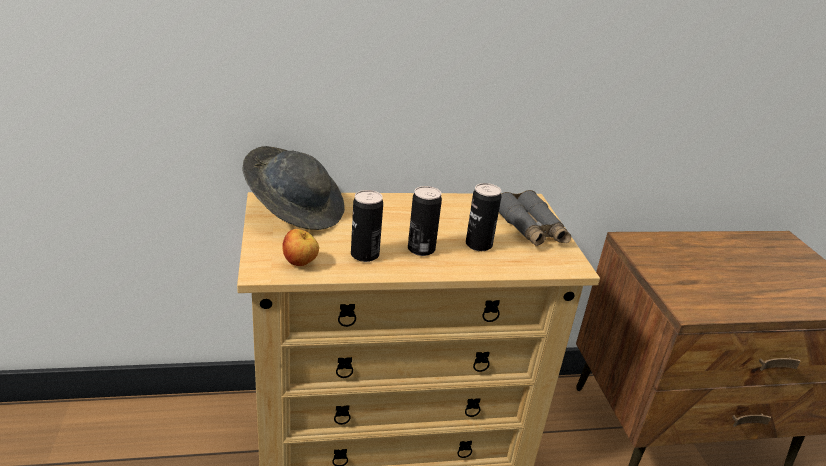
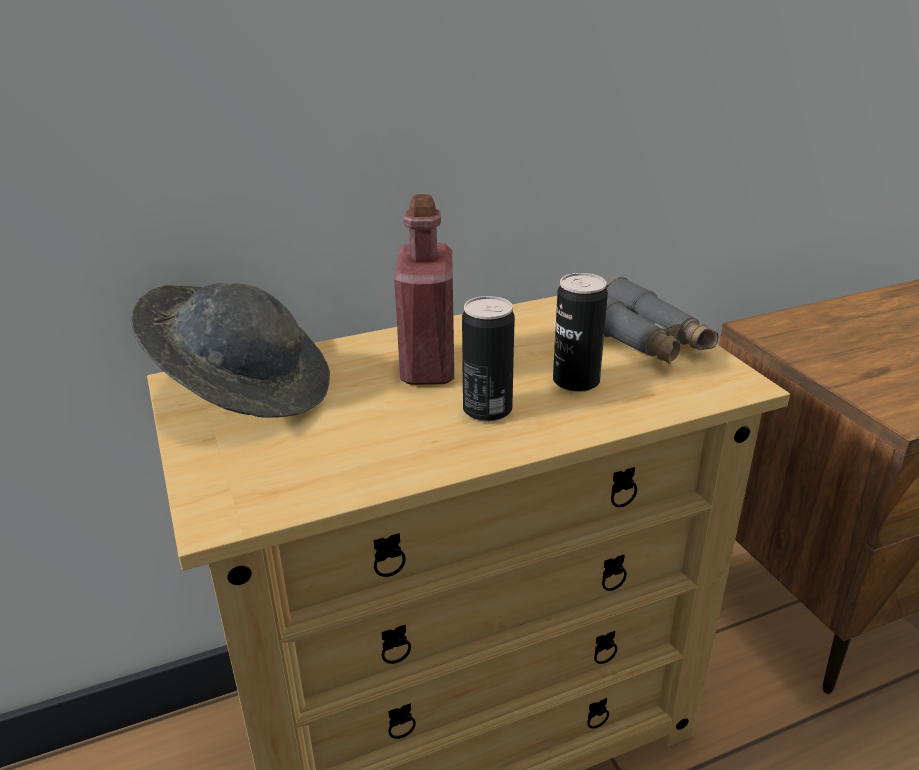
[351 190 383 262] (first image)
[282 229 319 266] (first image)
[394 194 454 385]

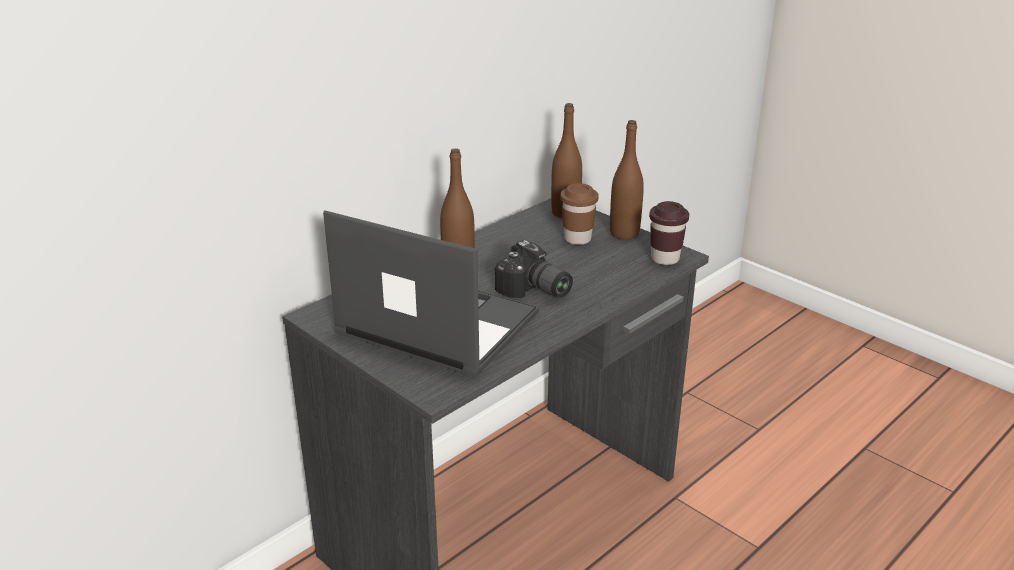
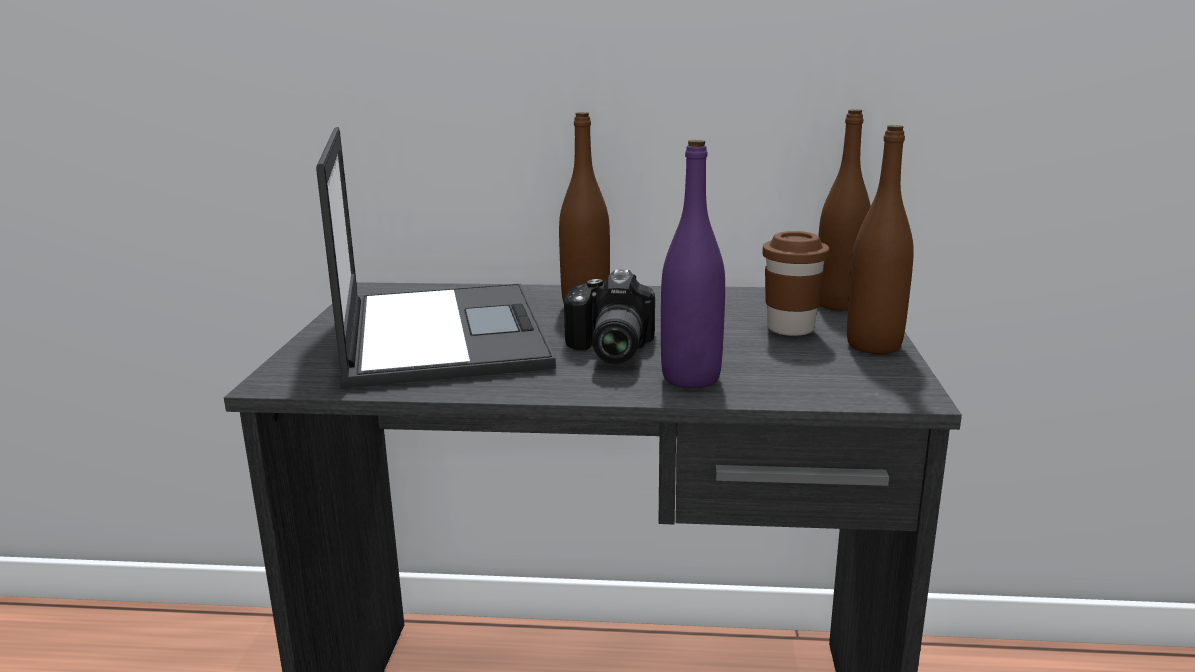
[649 201 689 265] (first image)
[661 140 725 388]

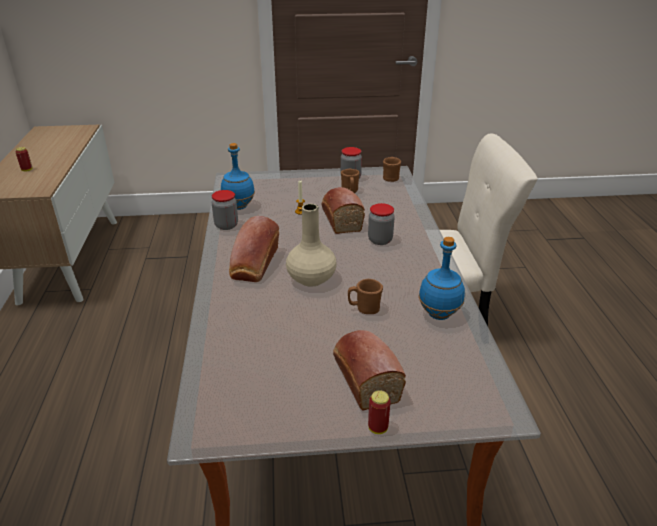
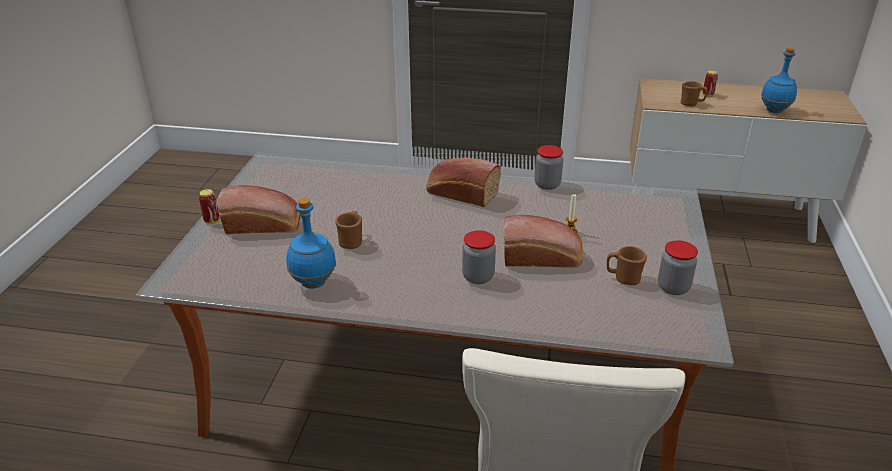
[761 48 797 113]
[681 81 708 106]
[286 204 337 287] (first image)

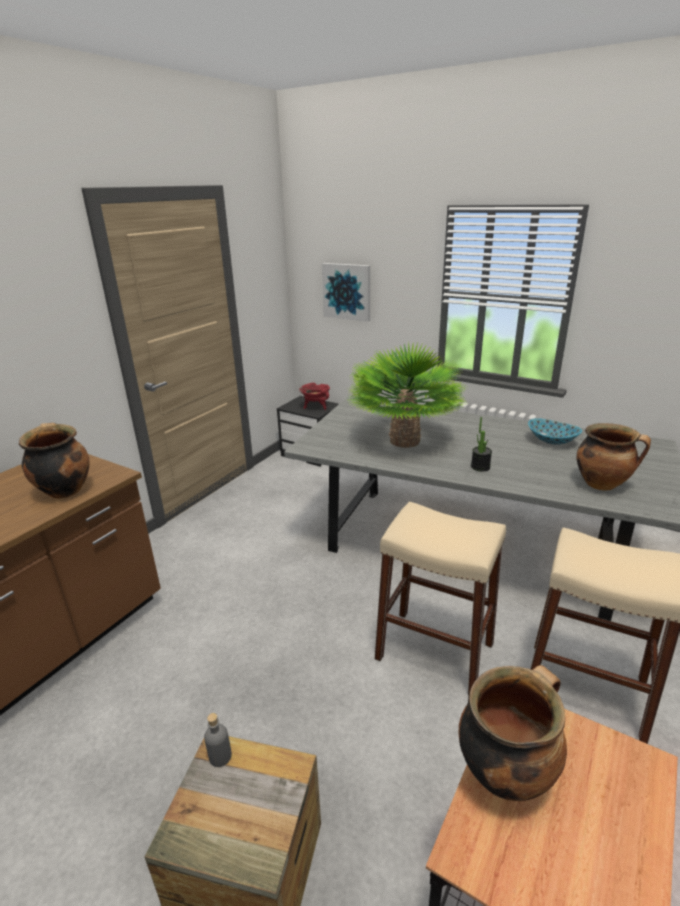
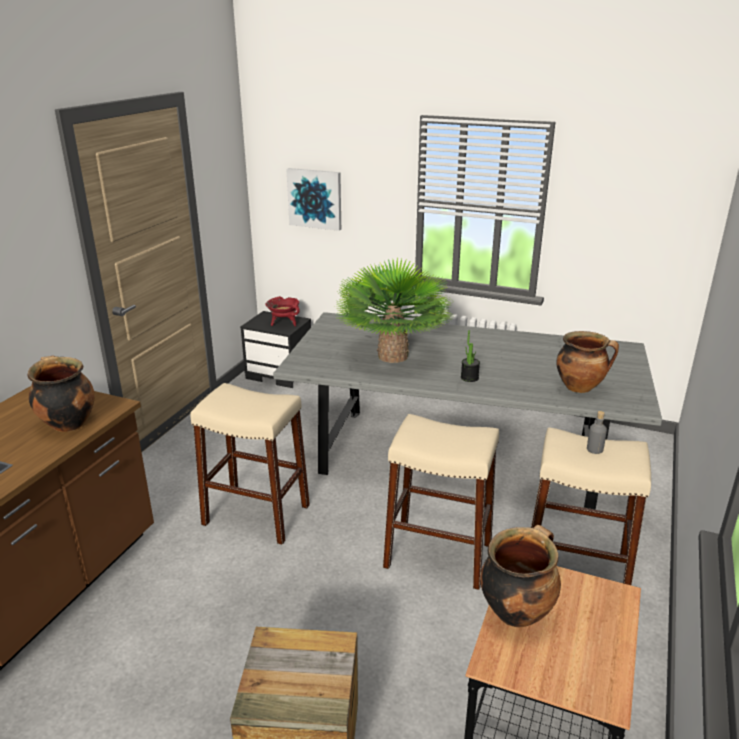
[528 418 582 445] (first image)
[587 411 607 454]
[190 383 310 545]

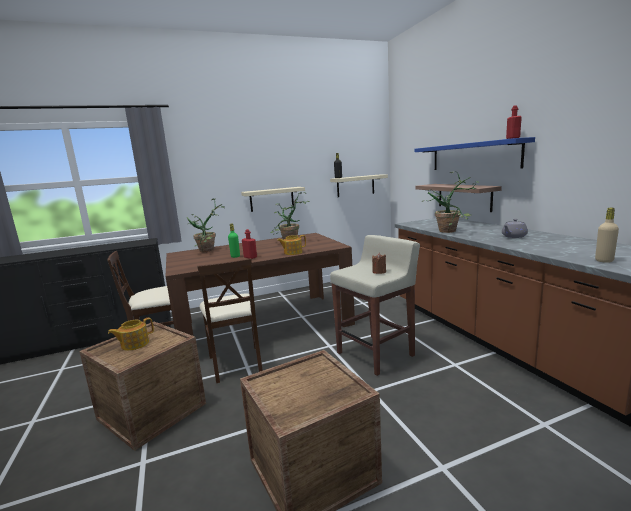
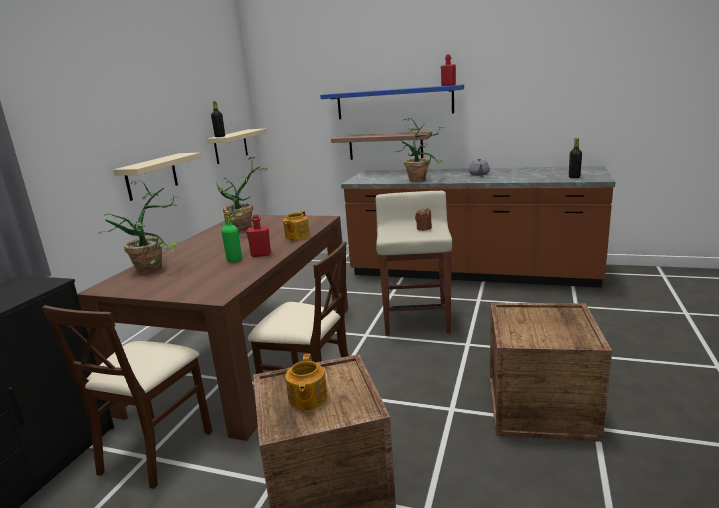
[569 138 582 178]

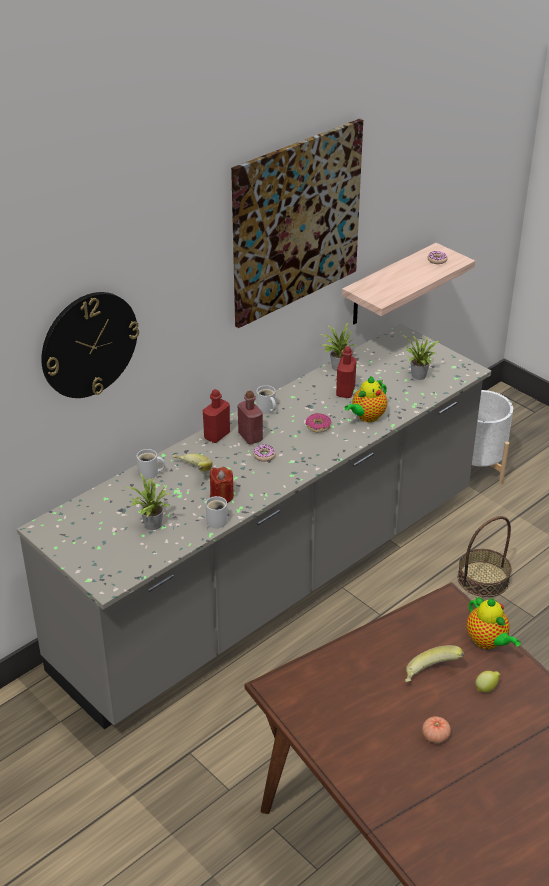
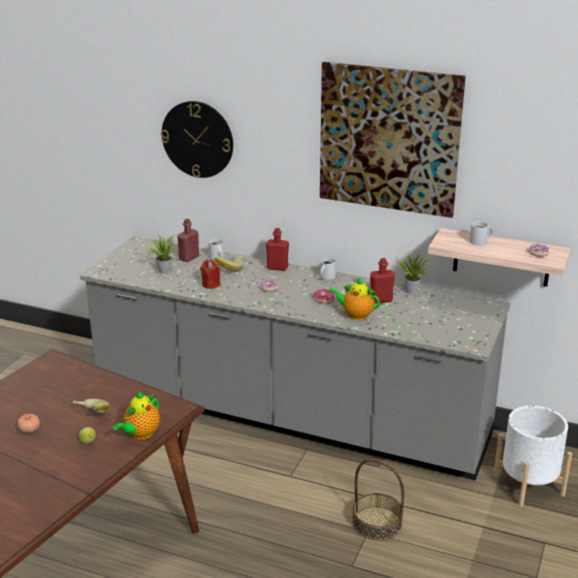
[402 335 439 380] (first image)
[177 219 199 262]
[469 221 493 246]

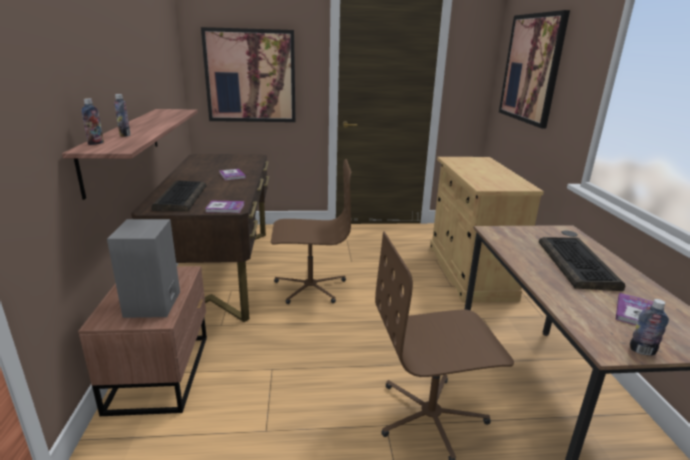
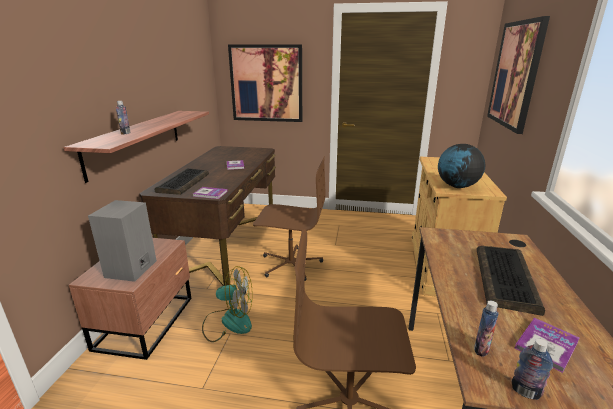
[474 301 499 357]
[438 144 485 188]
[202 266 253 342]

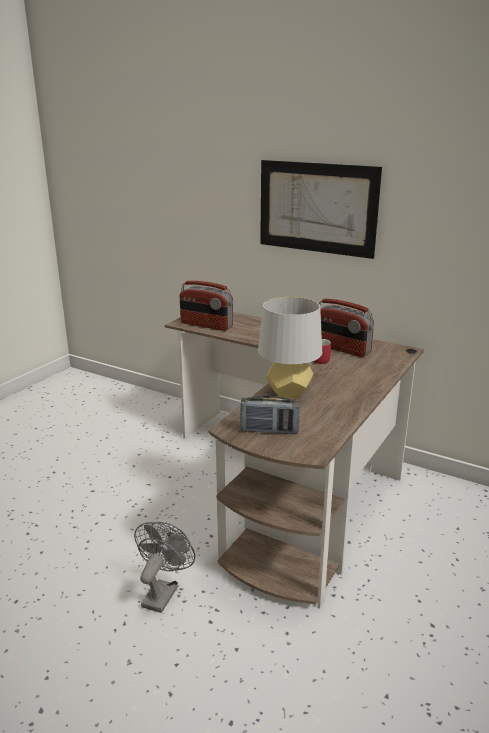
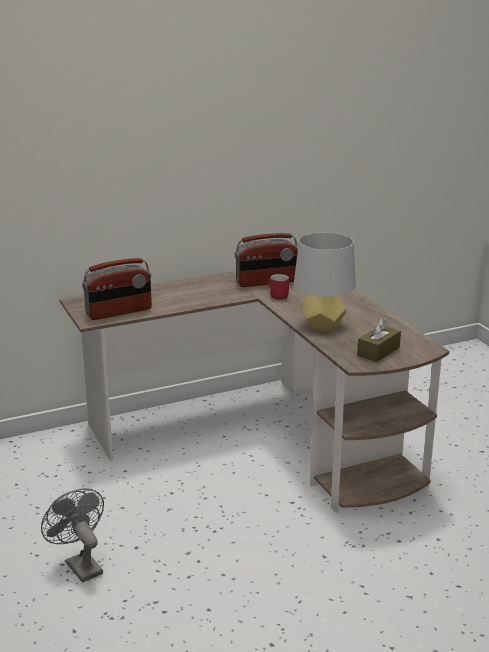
[260 160 382 259] (first image)
[357 318 401 362]
[41 488 104 583]

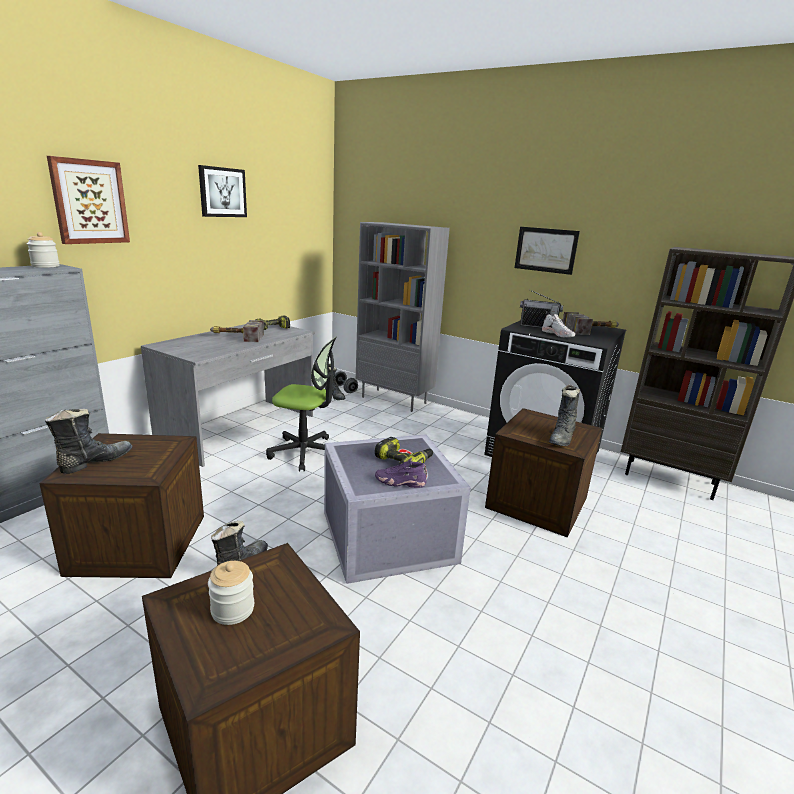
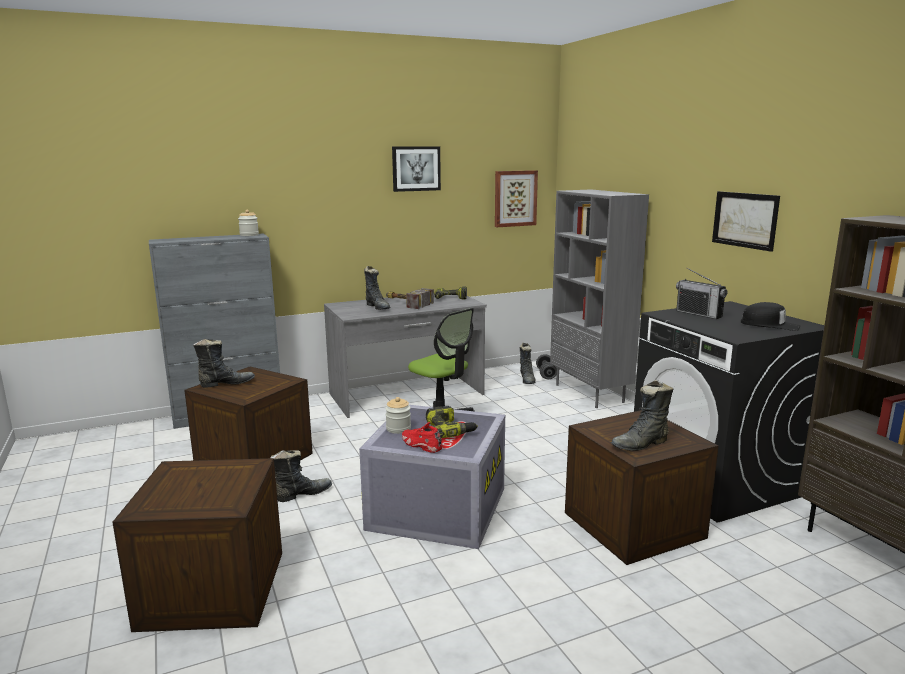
[495 170 538 227]
[741 302 800 331]
[542 314 575 337] (first image)
[402 422 442 453]
[385 397 411 434]
[364 266 391 310]

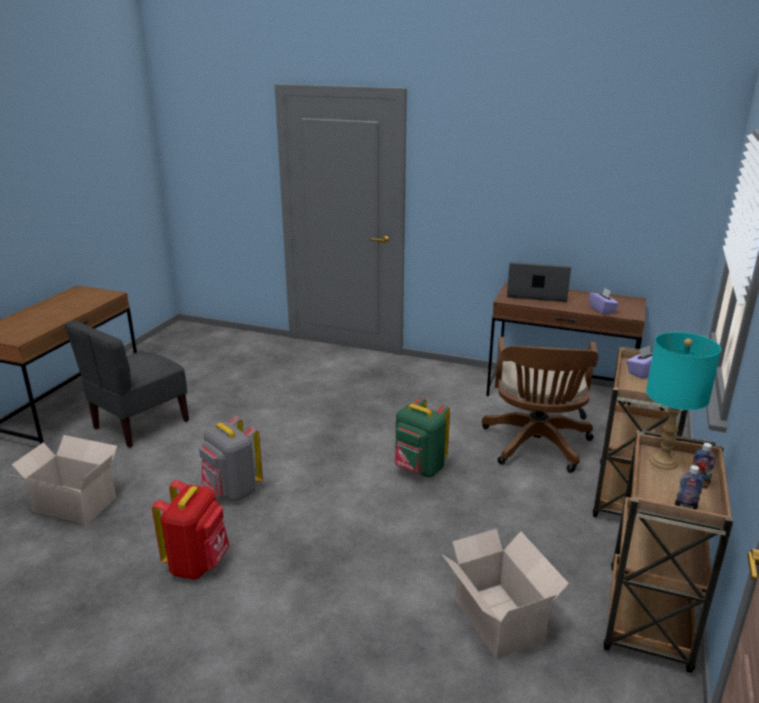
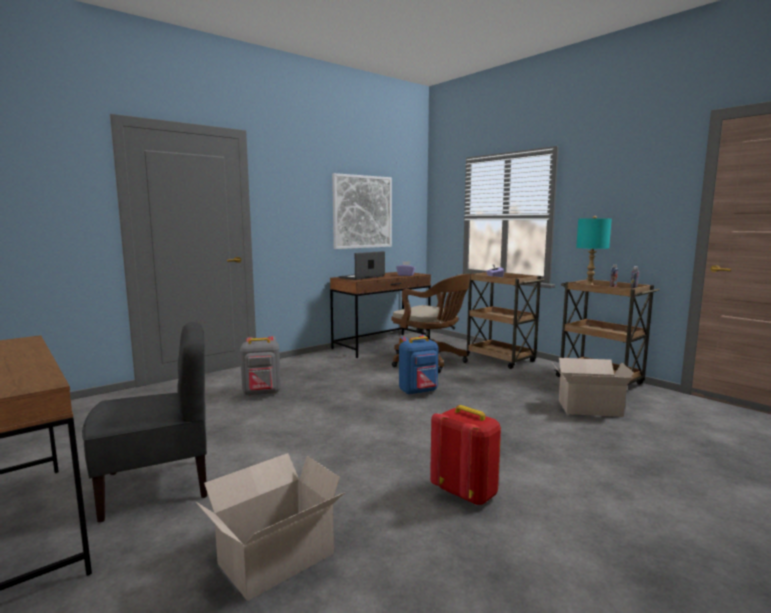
[82 322 207 523]
[399 335 438 395]
[240 336 281 396]
[332 173 392 249]

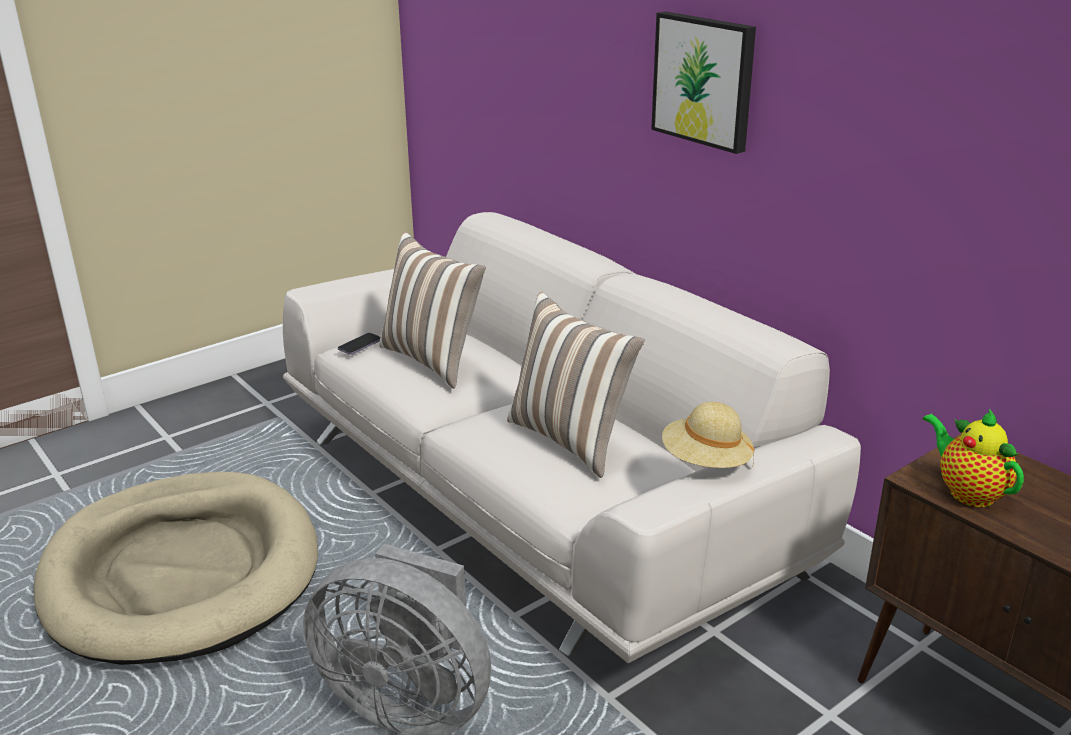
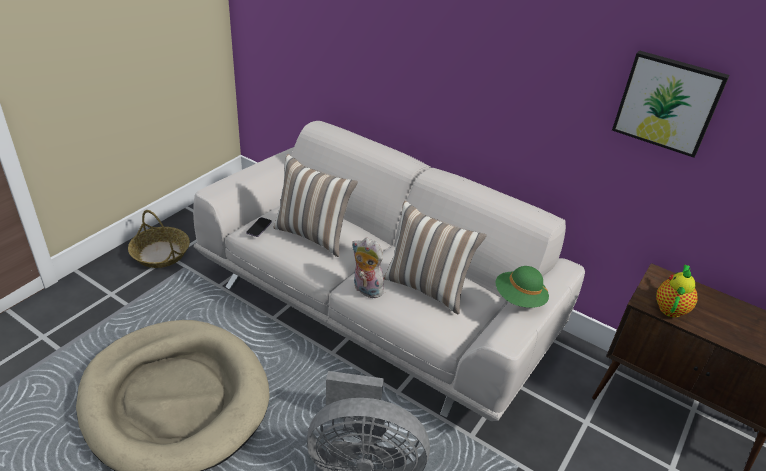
[612 50 730 158]
[495 266 549 308]
[656 265 698 318]
[128 210 190 268]
[352 238 384 298]

